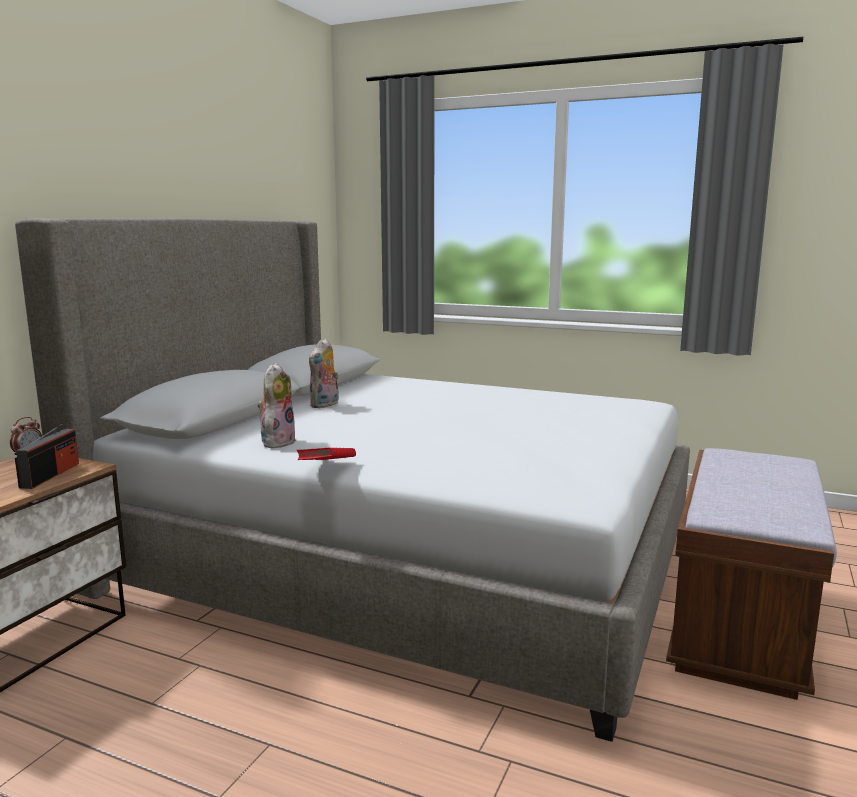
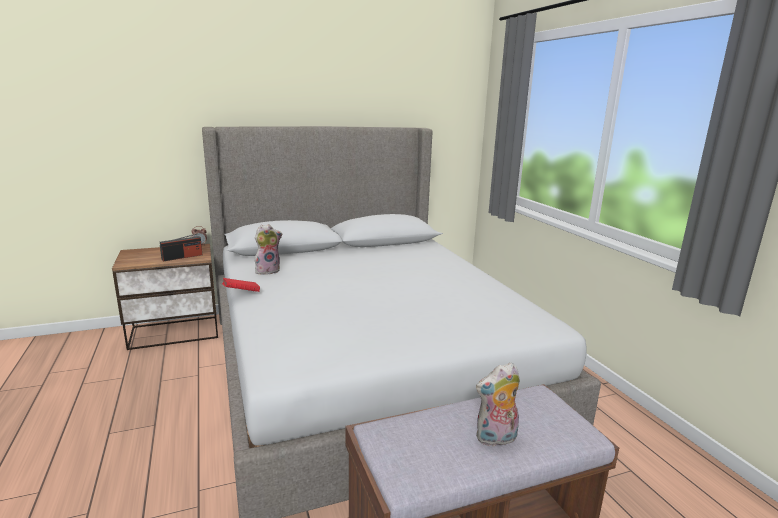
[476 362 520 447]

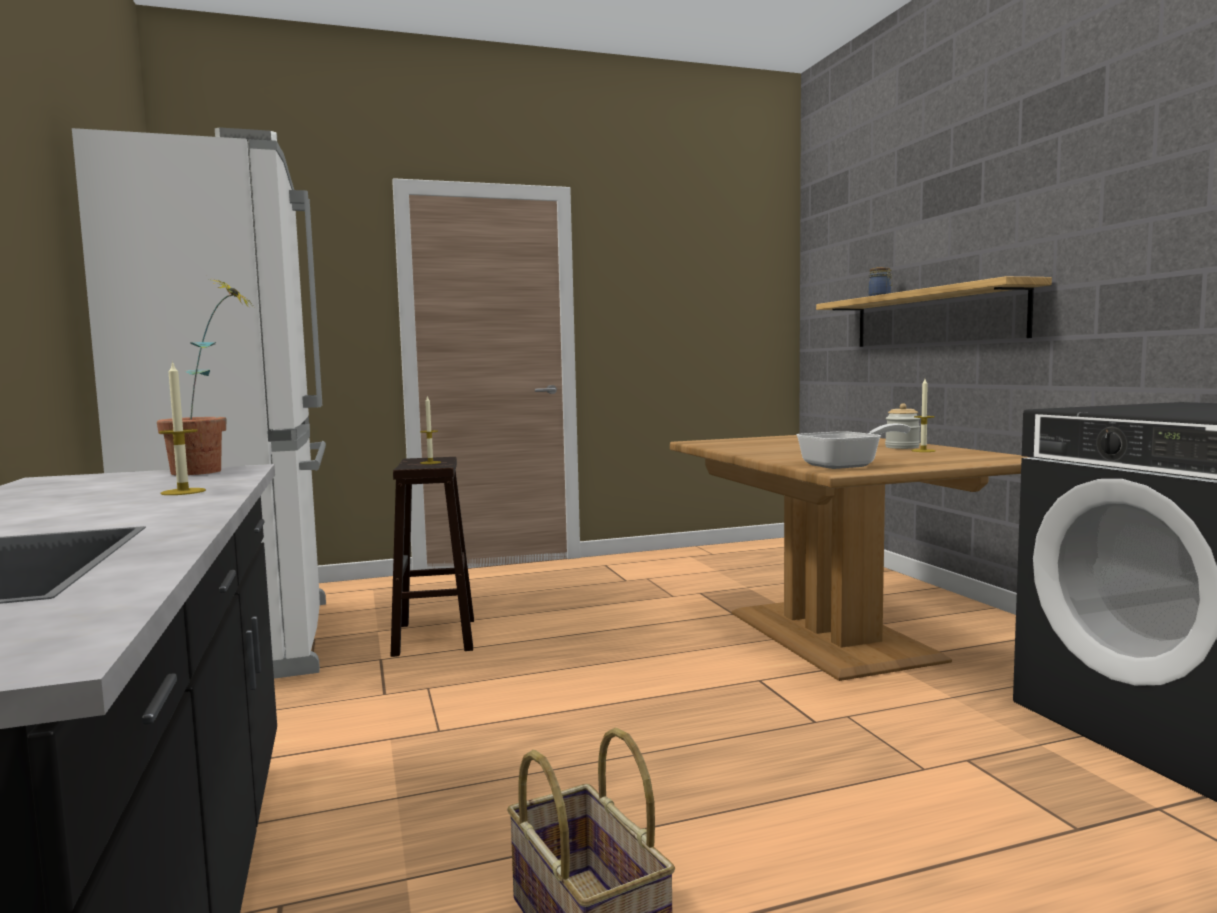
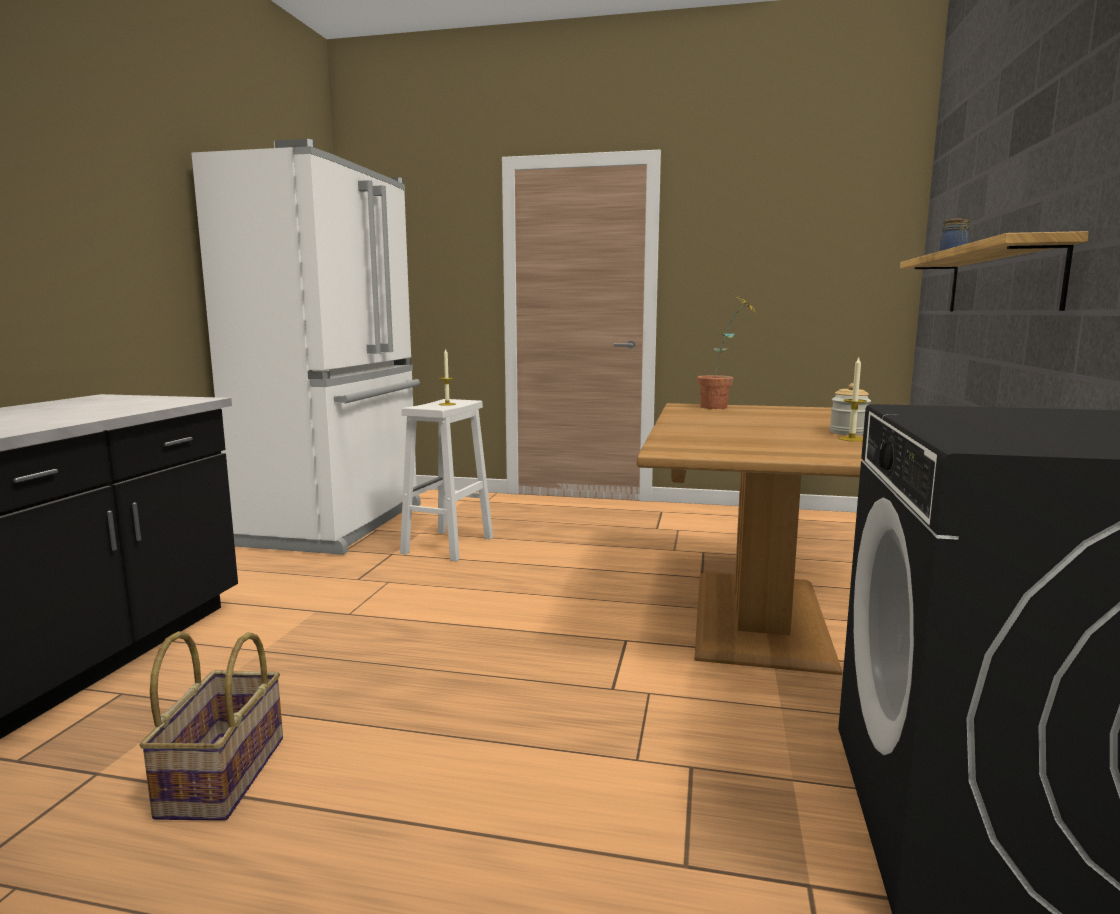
[697 297 756 409]
[159 361 206 495] (first image)
[796 423 911 469] (first image)
[400 399 493 561]

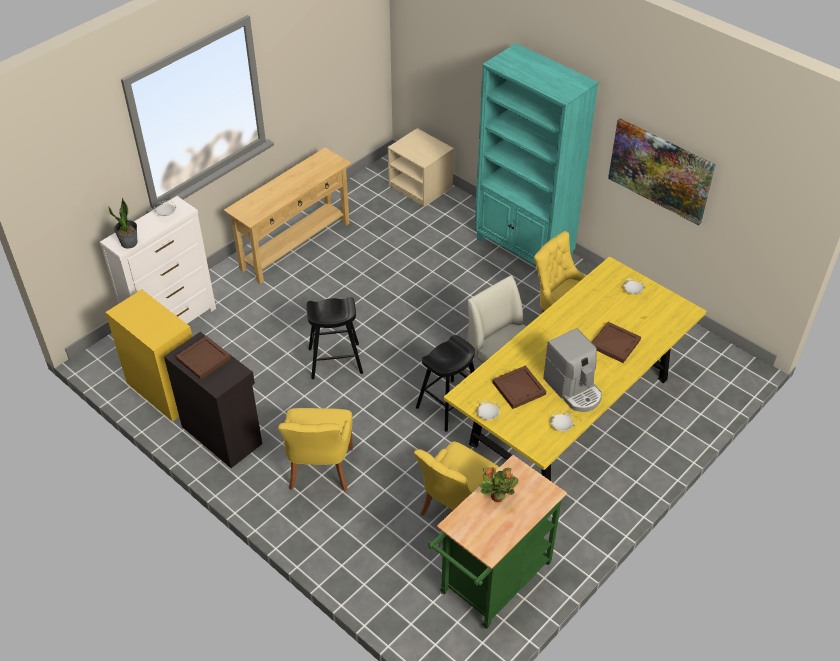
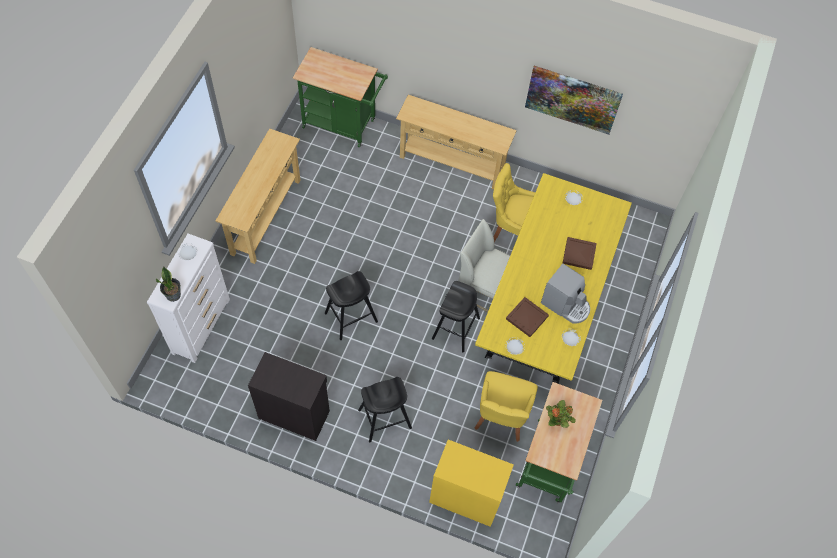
[396 95 517 190]
[293 47 388 147]
[429 440 514 527]
[176 336 231 380] (first image)
[358 377 412 442]

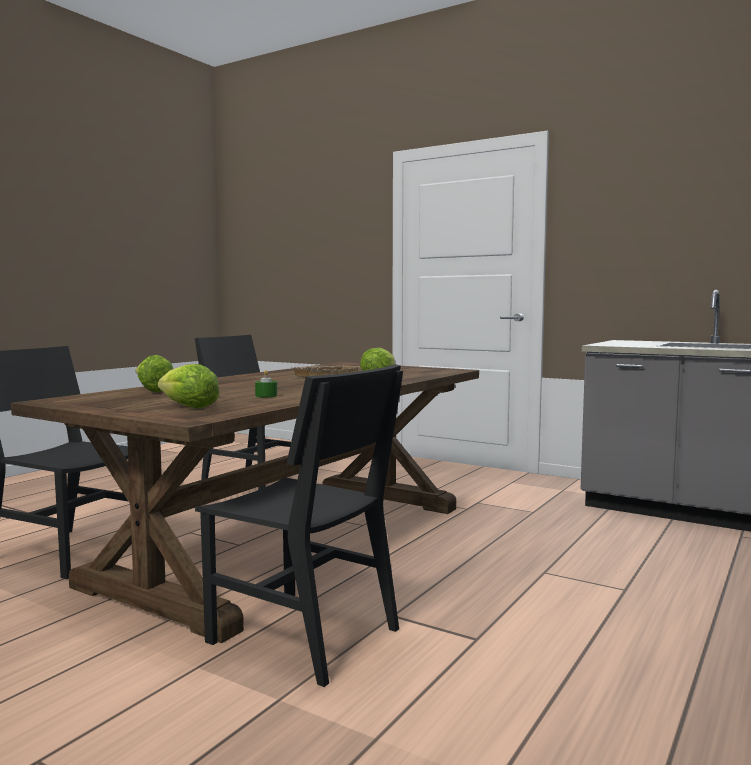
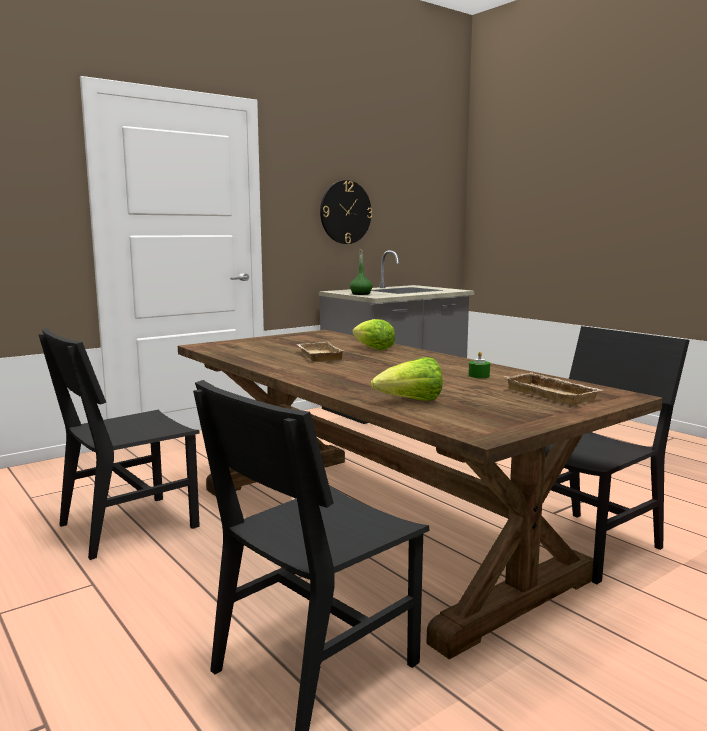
[504 372 602 405]
[320 180 372 244]
[350 250 373 295]

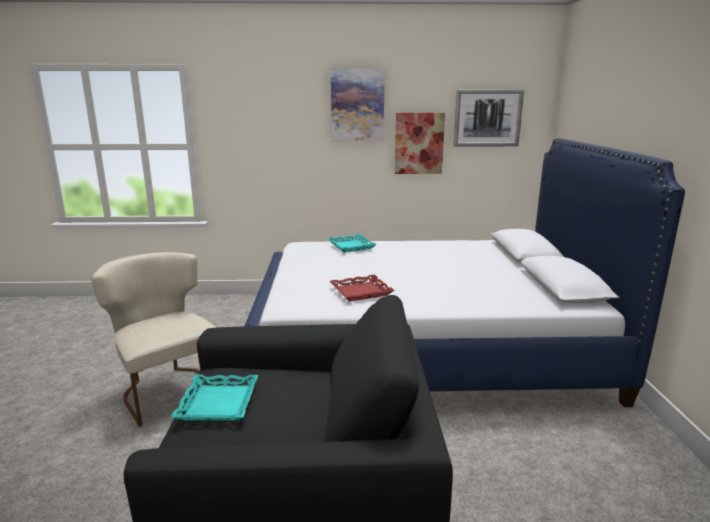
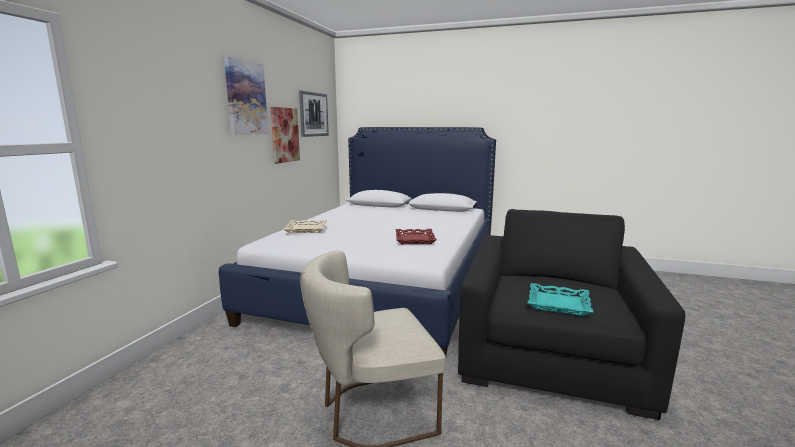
[284 220 327 233]

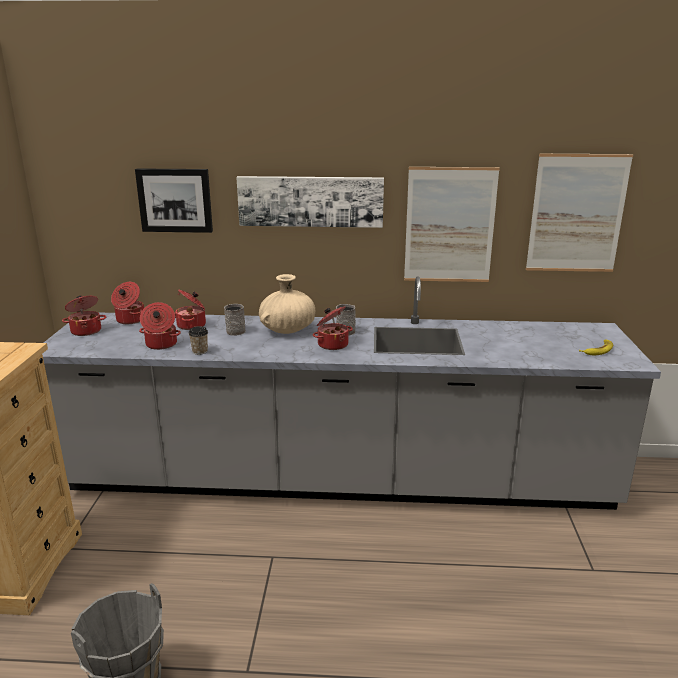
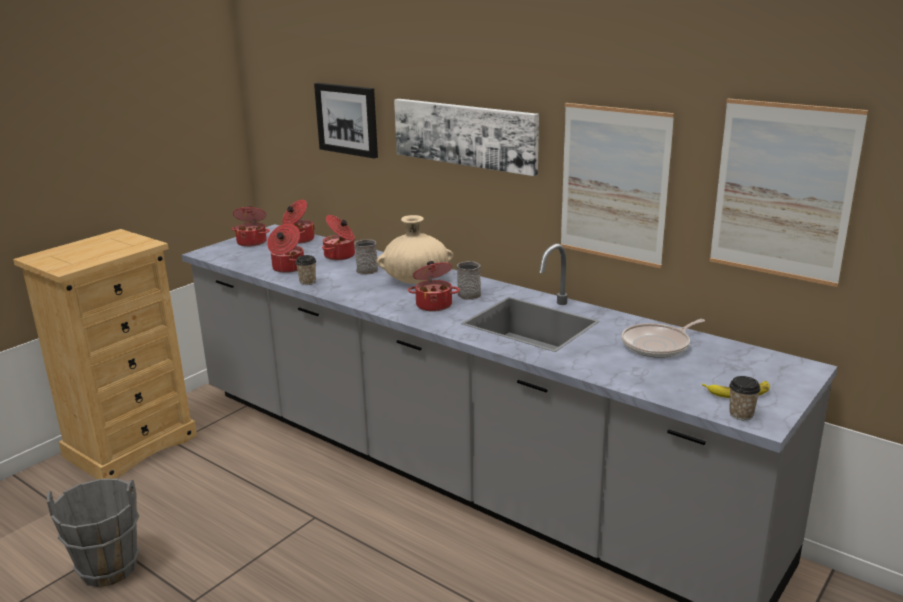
[621 319 705 358]
[729 376 761 420]

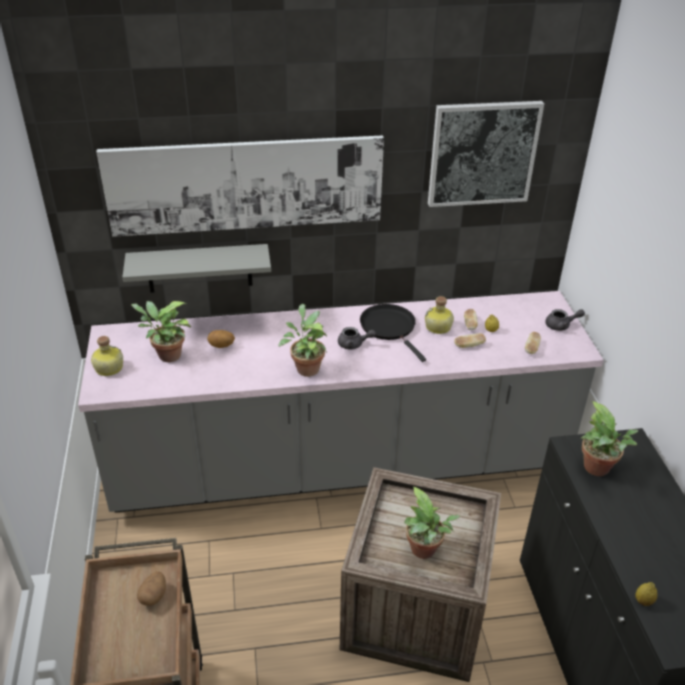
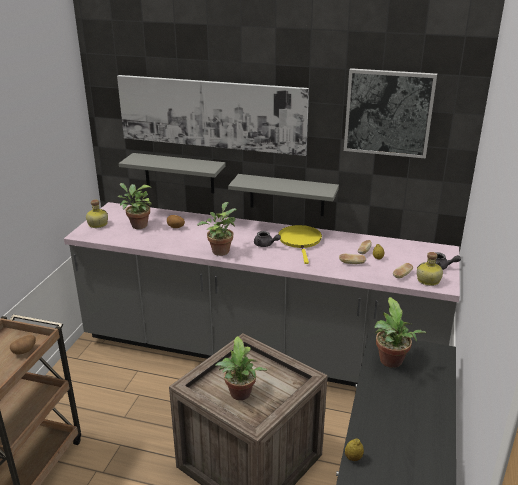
[417 252 443 286]
[278 225 322 264]
[228 174 339 216]

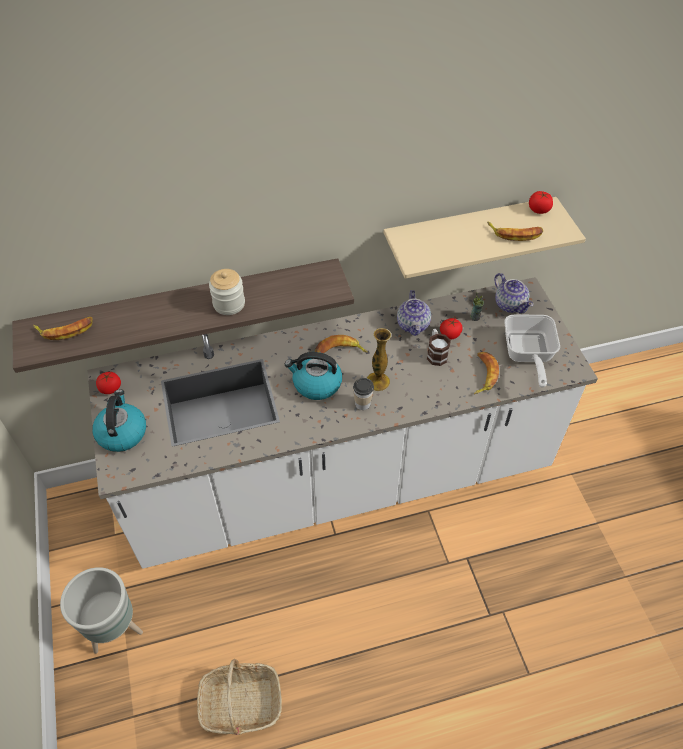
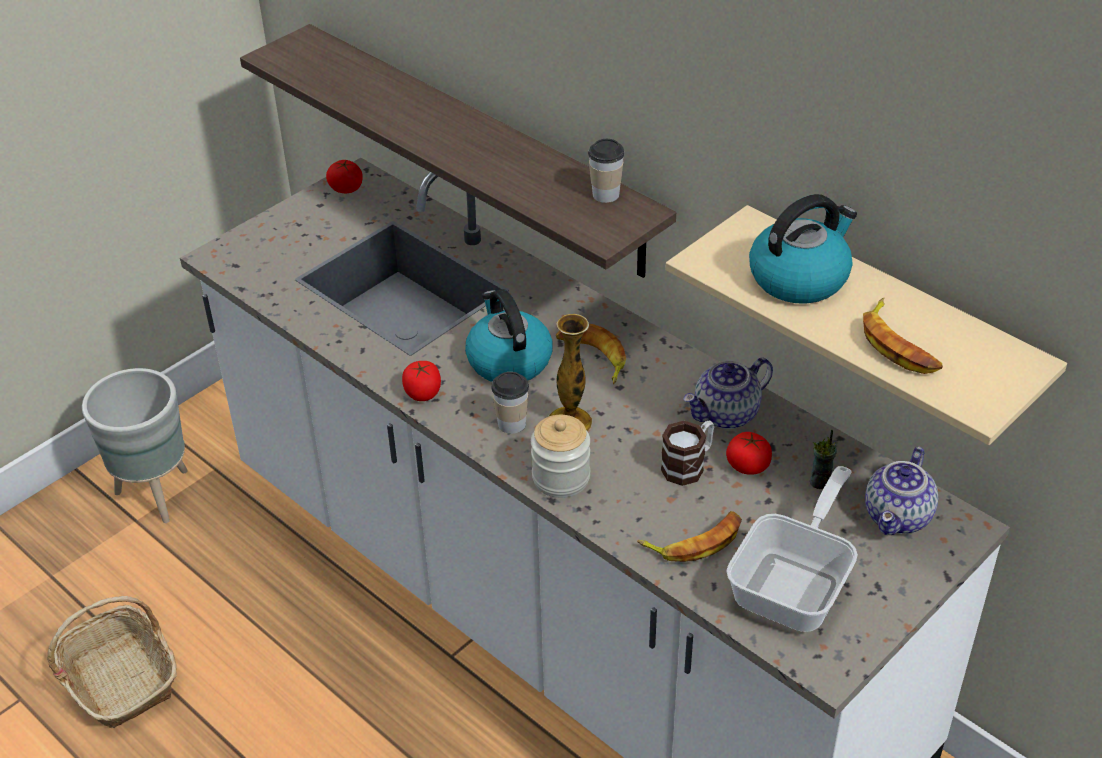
[402 361 441 401]
[531 415 590 498]
[726 466 858 632]
[33 317 93 340] (first image)
[749 194 857 304]
[588 139 625 203]

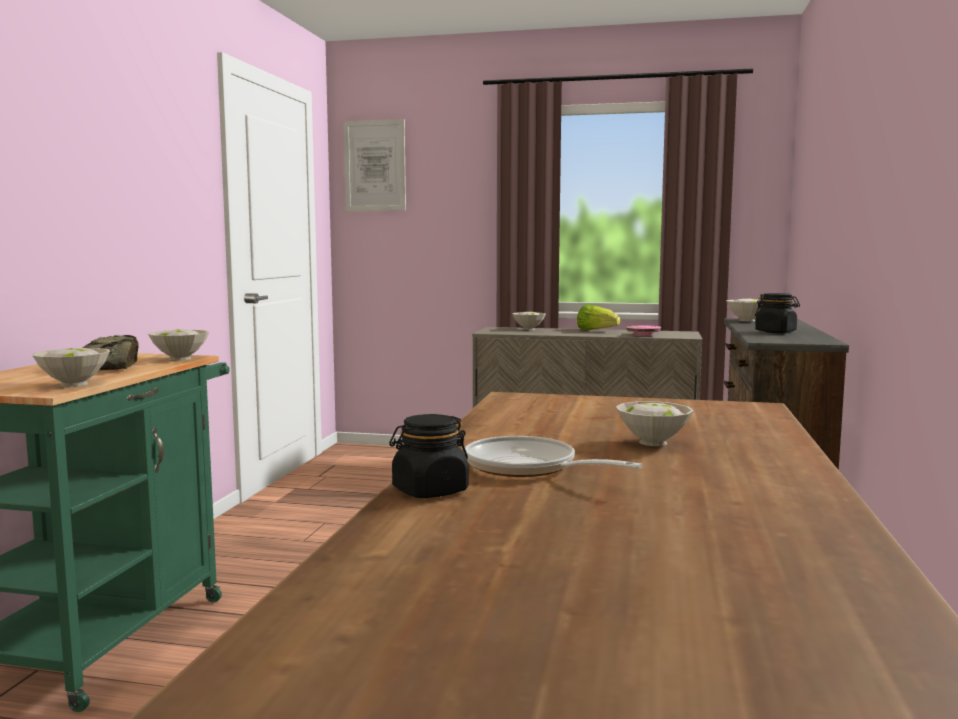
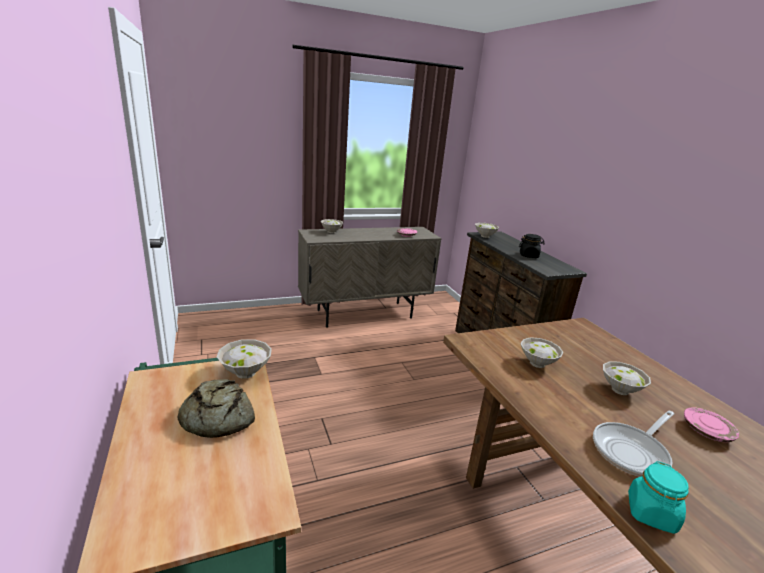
[344 119 406 211] (first image)
[577 304 620 330] (first image)
[521 337 563 368]
[628 461 689 534]
[593 410 674 477]
[684 407 739 442]

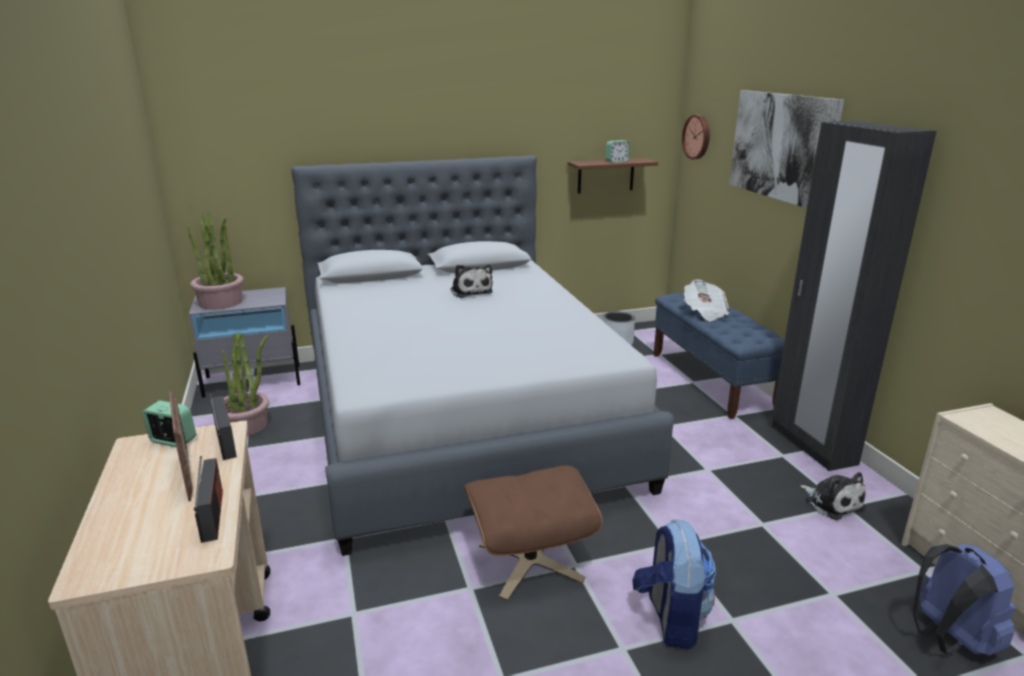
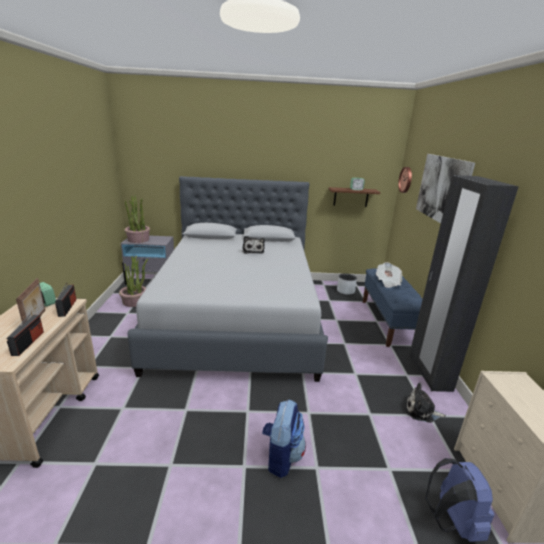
[464 465 603 601] (first image)
[407 383 446 423]

